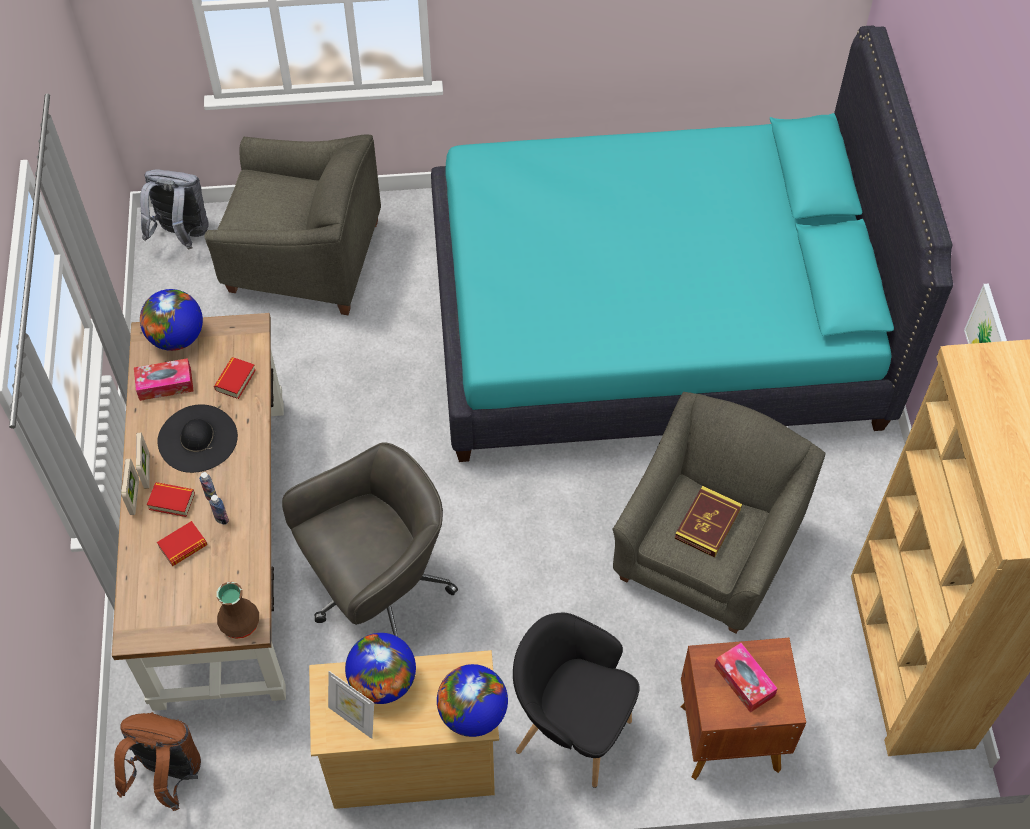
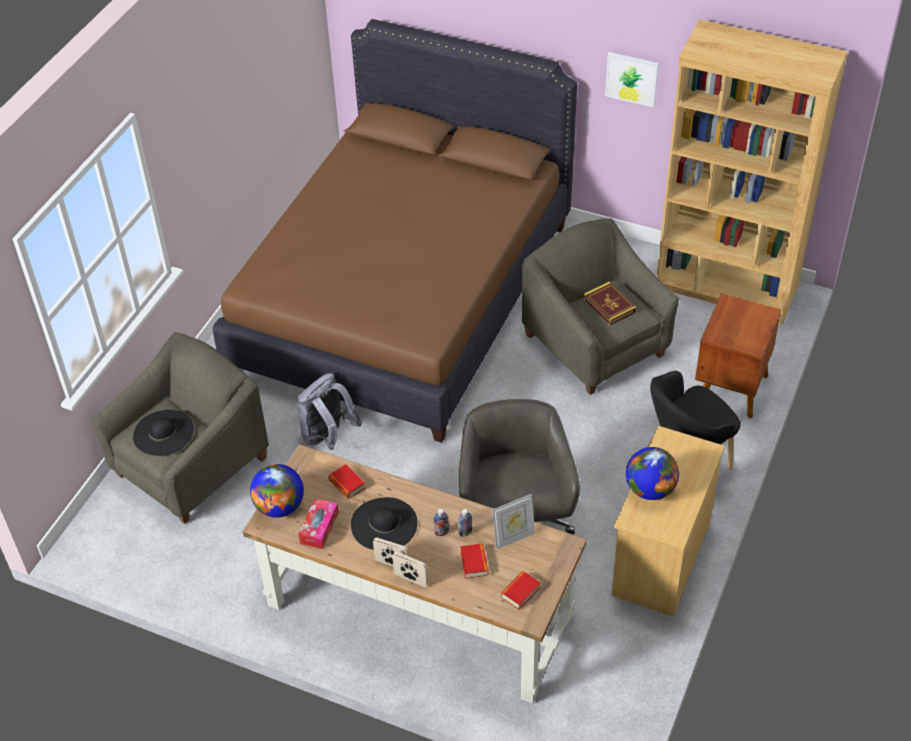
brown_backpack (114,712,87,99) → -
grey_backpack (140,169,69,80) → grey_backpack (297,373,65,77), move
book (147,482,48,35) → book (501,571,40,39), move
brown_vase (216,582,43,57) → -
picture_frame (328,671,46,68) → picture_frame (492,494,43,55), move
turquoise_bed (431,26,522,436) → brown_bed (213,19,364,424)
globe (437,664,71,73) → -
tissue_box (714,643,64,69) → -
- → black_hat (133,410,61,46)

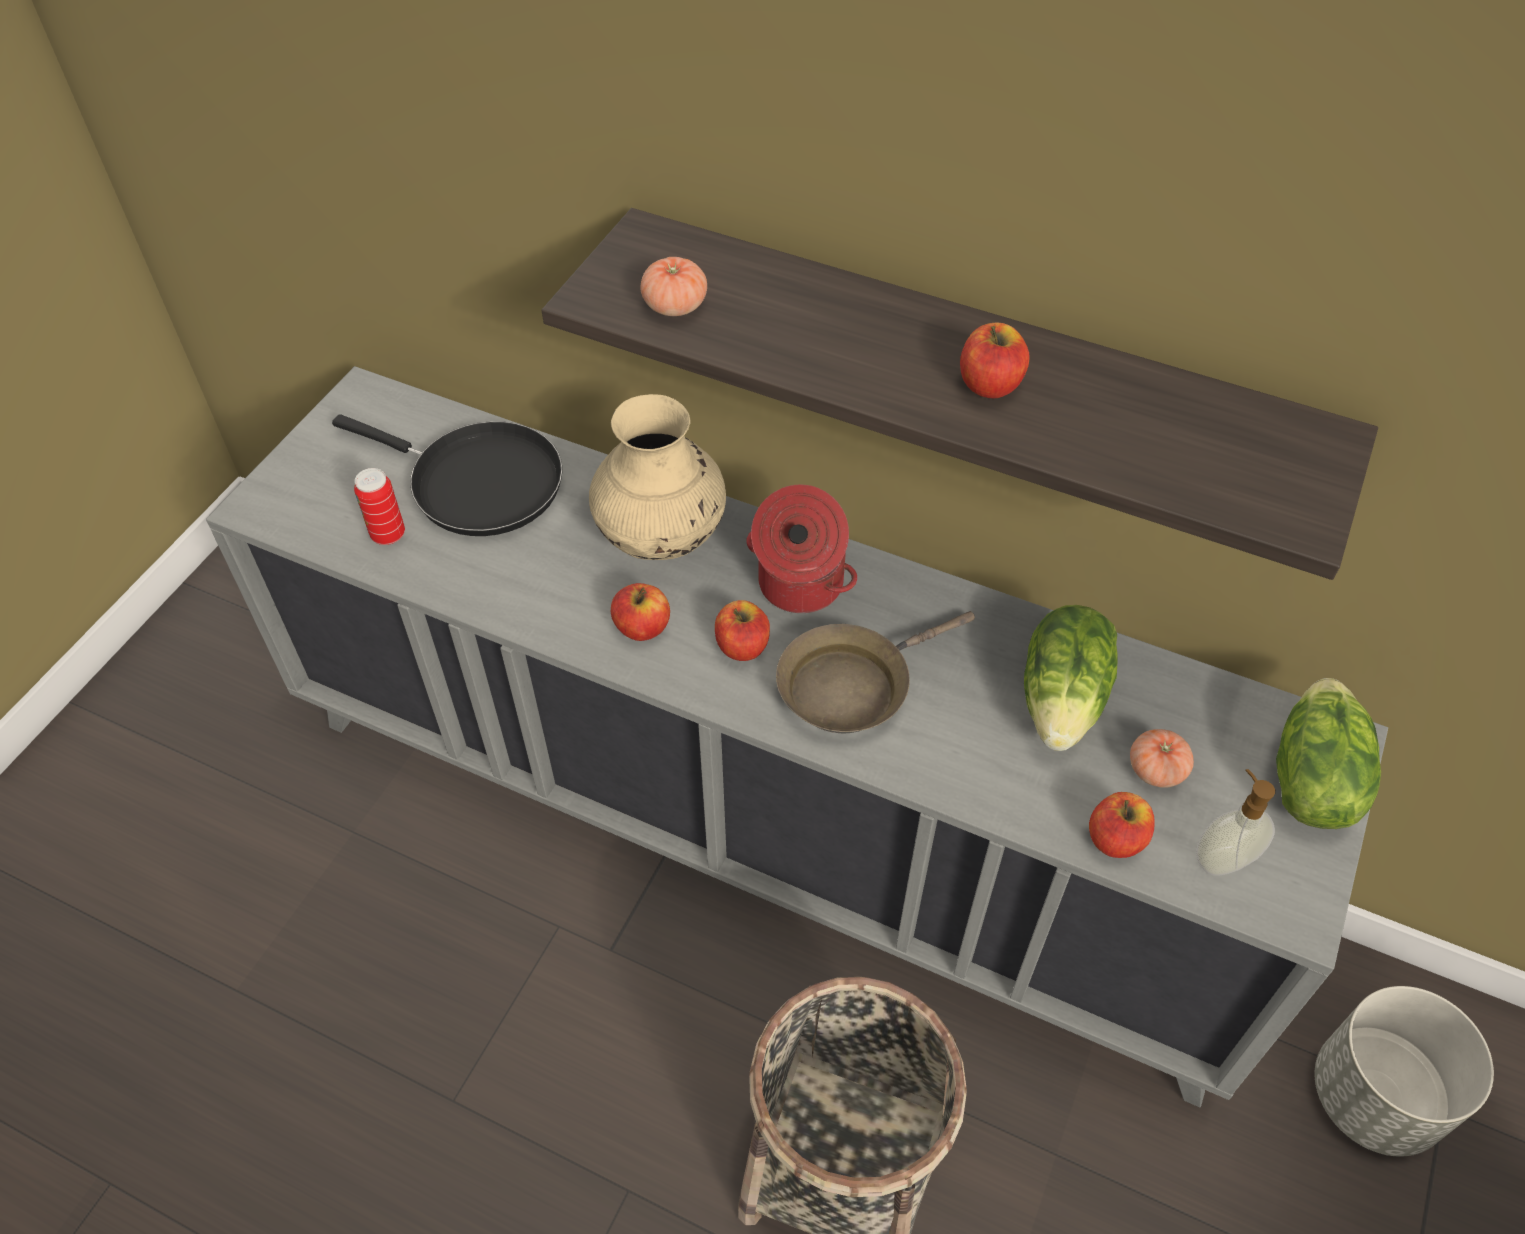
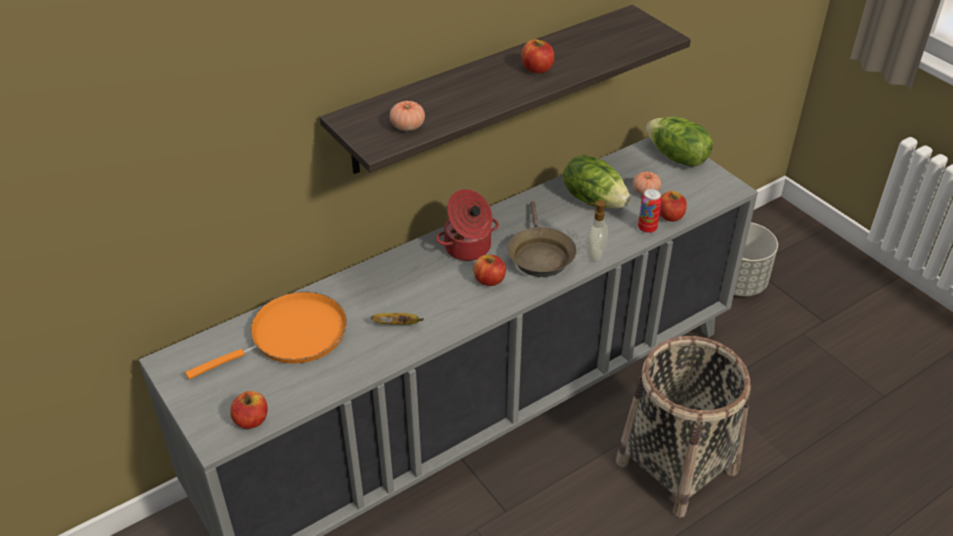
black_frying_pan (332,414,231,122) → orange_frying_pan (185,292,162,87)
can (354,468,51,77) → can (638,189,24,44), move
beige_vase (589,394,137,166) → -
apple (611,583,59,58) → apple (230,391,38,38), move
soap_dispenser (1196,769,79,107) → soap_dispenser (586,200,22,62), move
- → banana (371,313,53,12)

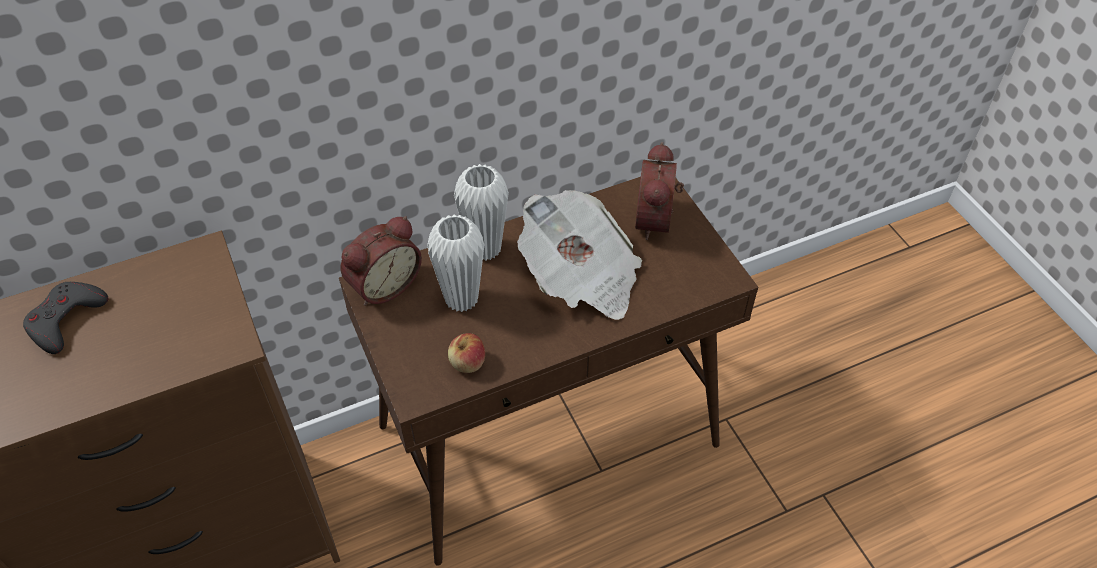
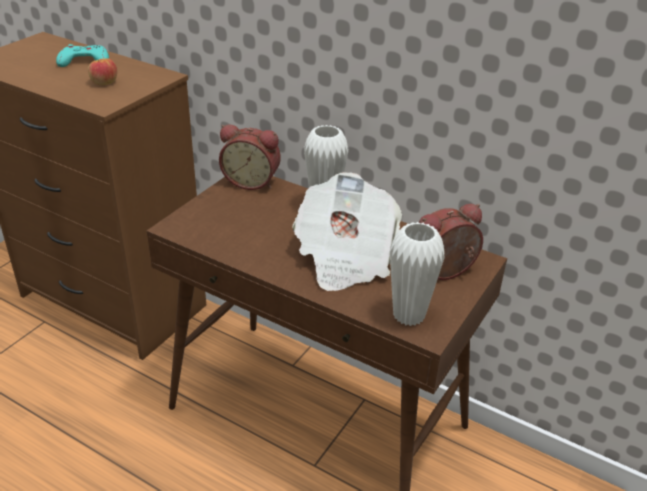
grey_game_controller (23,282,86,72) → turquoise_game_controller (56,44,53,23)
white_vase (427,214,57,98) → white_vase (390,222,55,104), move
apple (448,333,37,40) → apple (88,58,29,27), move

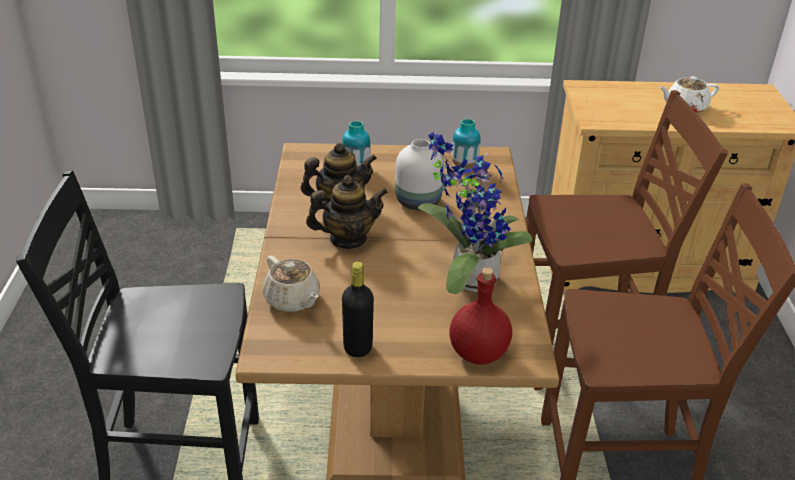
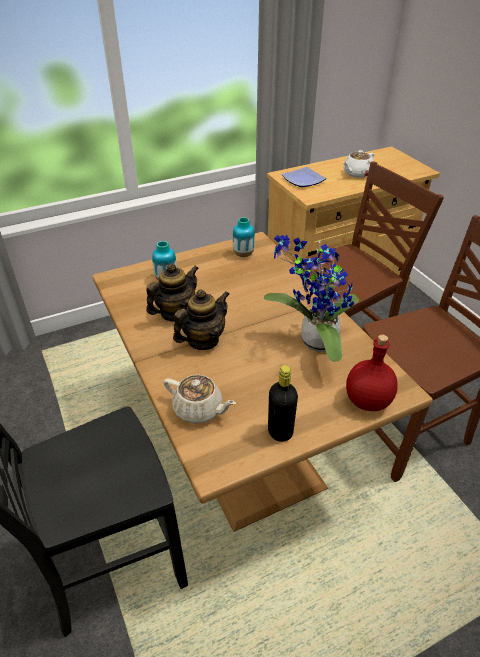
white_vase (395,139,49,71) → -
- → plate (282,167,44,20)

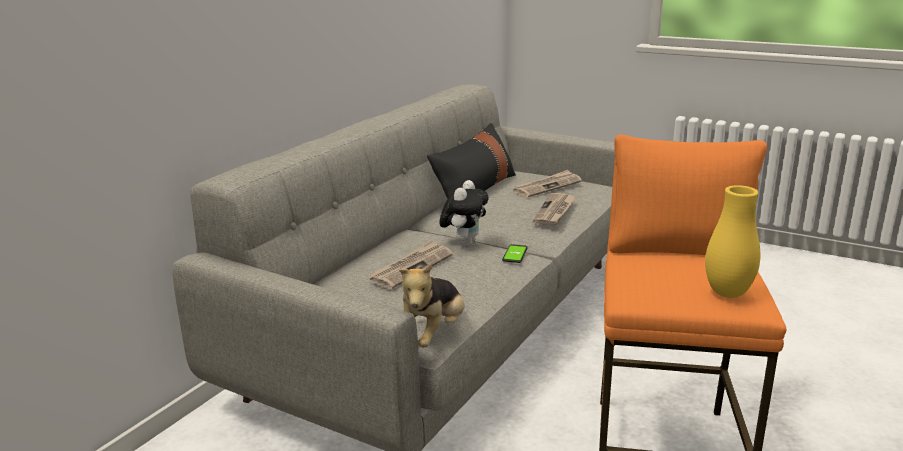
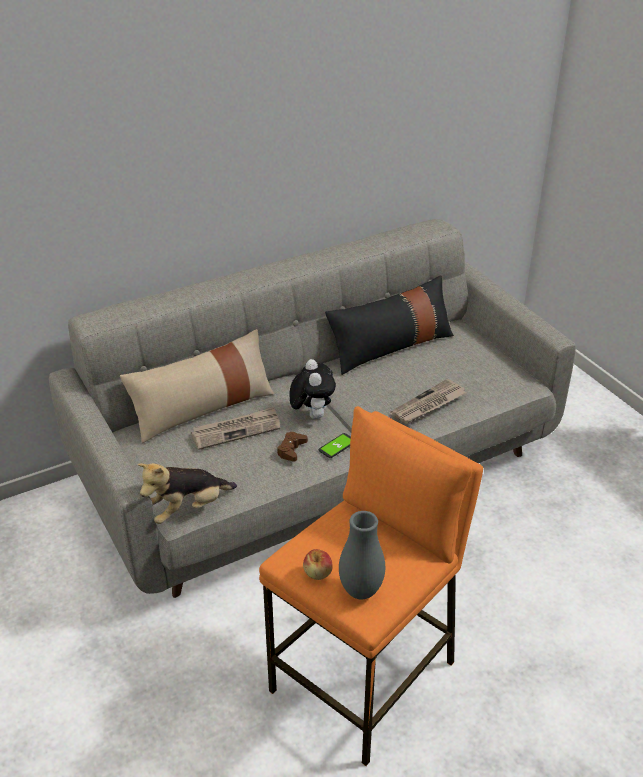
plush_toy (440,180,49,66) → plush_toy (290,359,46,60), 60 degrees counterclockwise
newspaper (513,170,69,27) → -
yellow_vase (705,185,55,113) → grey_vase (339,511,46,88)
- → beige_pillow (120,329,154,114)
- → brown_game_controller (277,432,31,29)
- → apple (303,549,30,31)

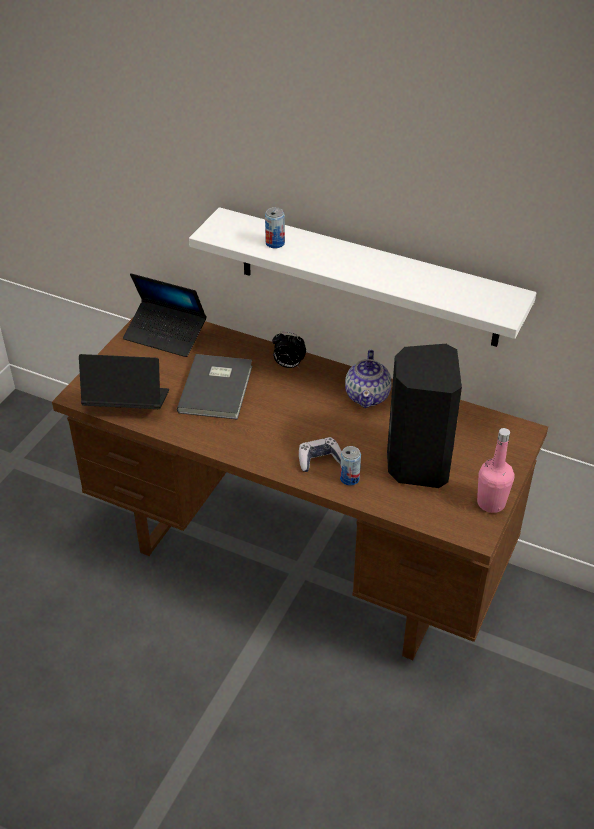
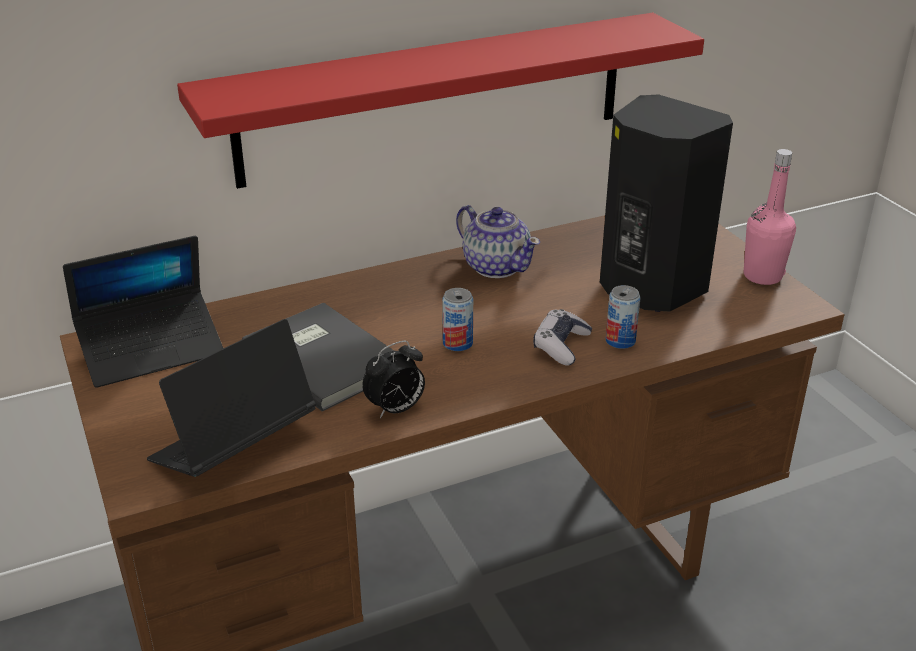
white_shelf (189,207,347,140) → red_shelf (177,13,527,176)
can (265,207,20,41) → can (442,288,31,63), move
alarm_clock (272,331,34,38) → alarm_clock (362,341,63,77), move

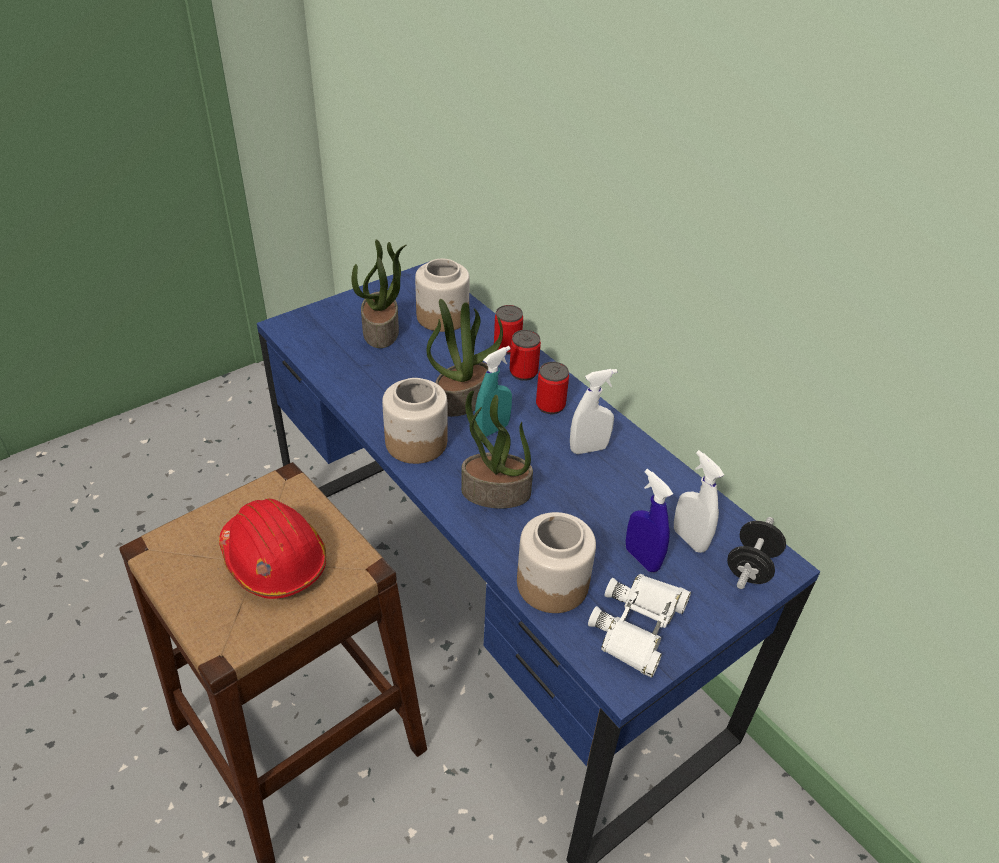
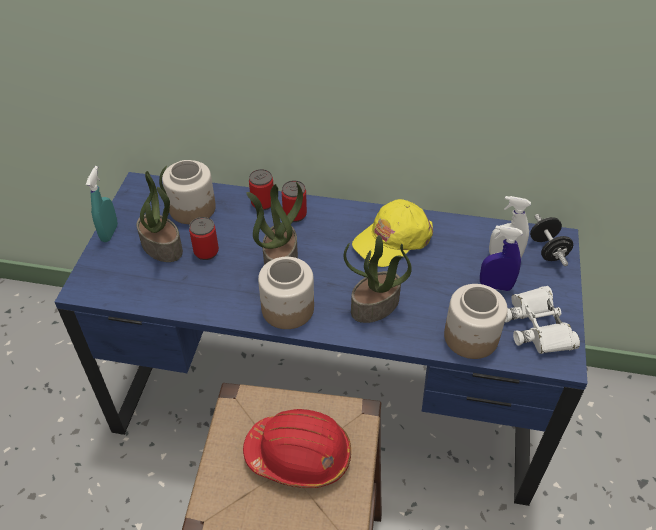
turquoise_spray_bottle (475,346,37,91) → turquoise_spray_bottle (86,166,32,76), move
can (536,362,33,52) → can (189,217,30,43), move
white_spray_bottle (570,369,47,85) → yellow_cap (352,199,81,68)

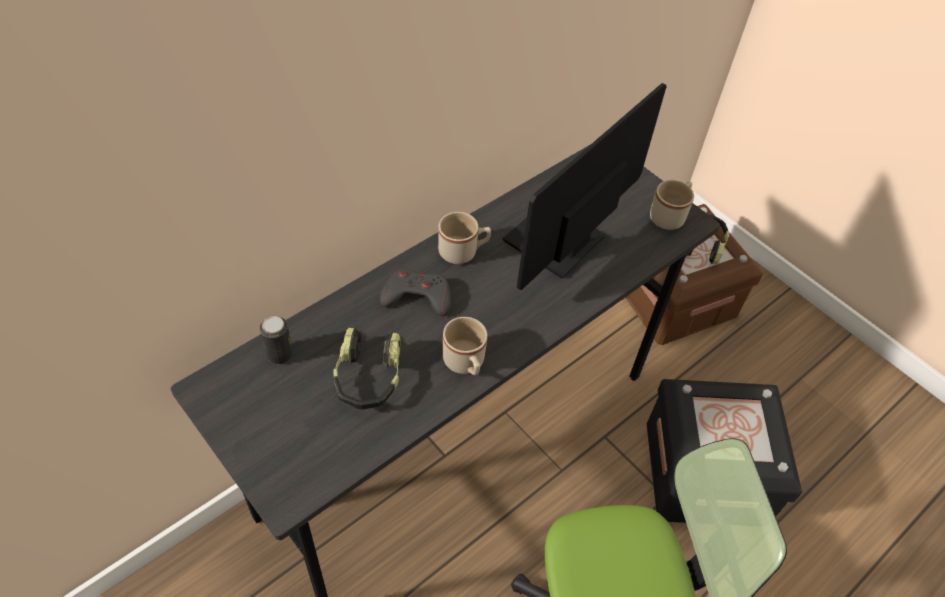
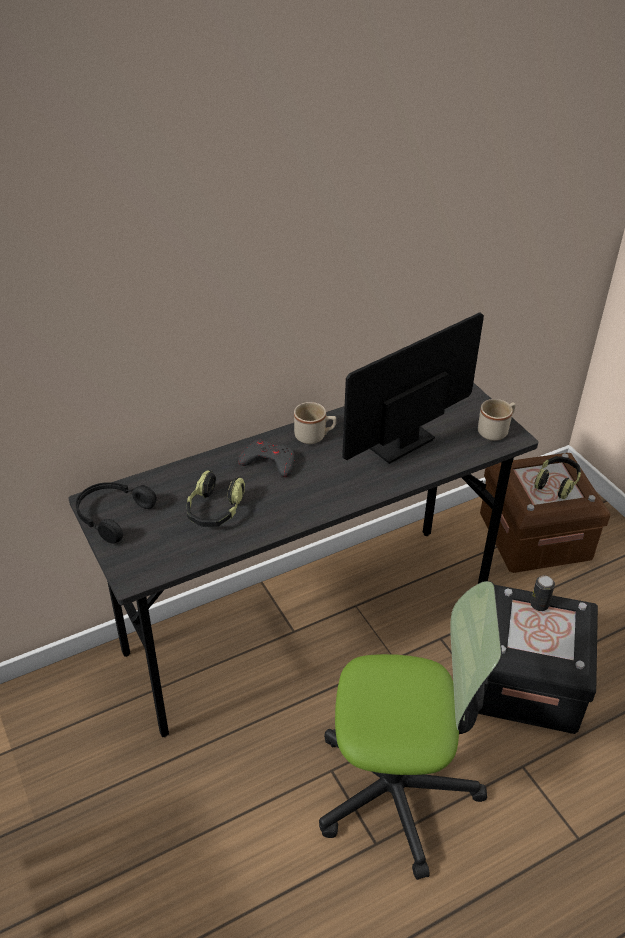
can (260,316,33,48) → can (530,575,25,36), move
beige_mug (443,317,45,58) → -
- → black_headphones (76,482,81,62)

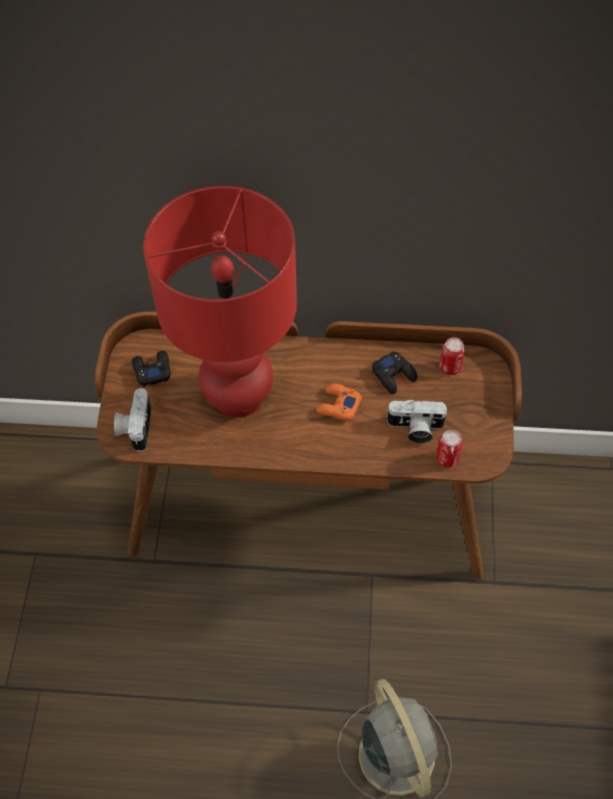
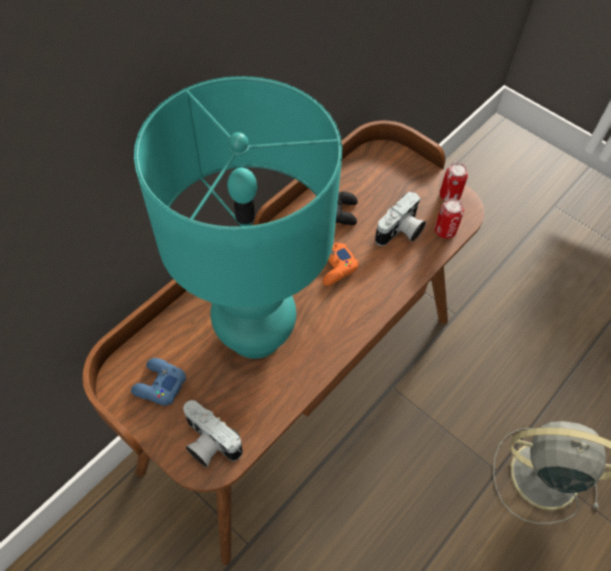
black_game_controller (132,351,39,35) → blue_game_controller (131,358,55,48)
red_table_lamp (143,186,154,232) → turquoise_table_lamp (134,76,208,283)
can (440,337,25,38) → can (440,163,28,38), move

